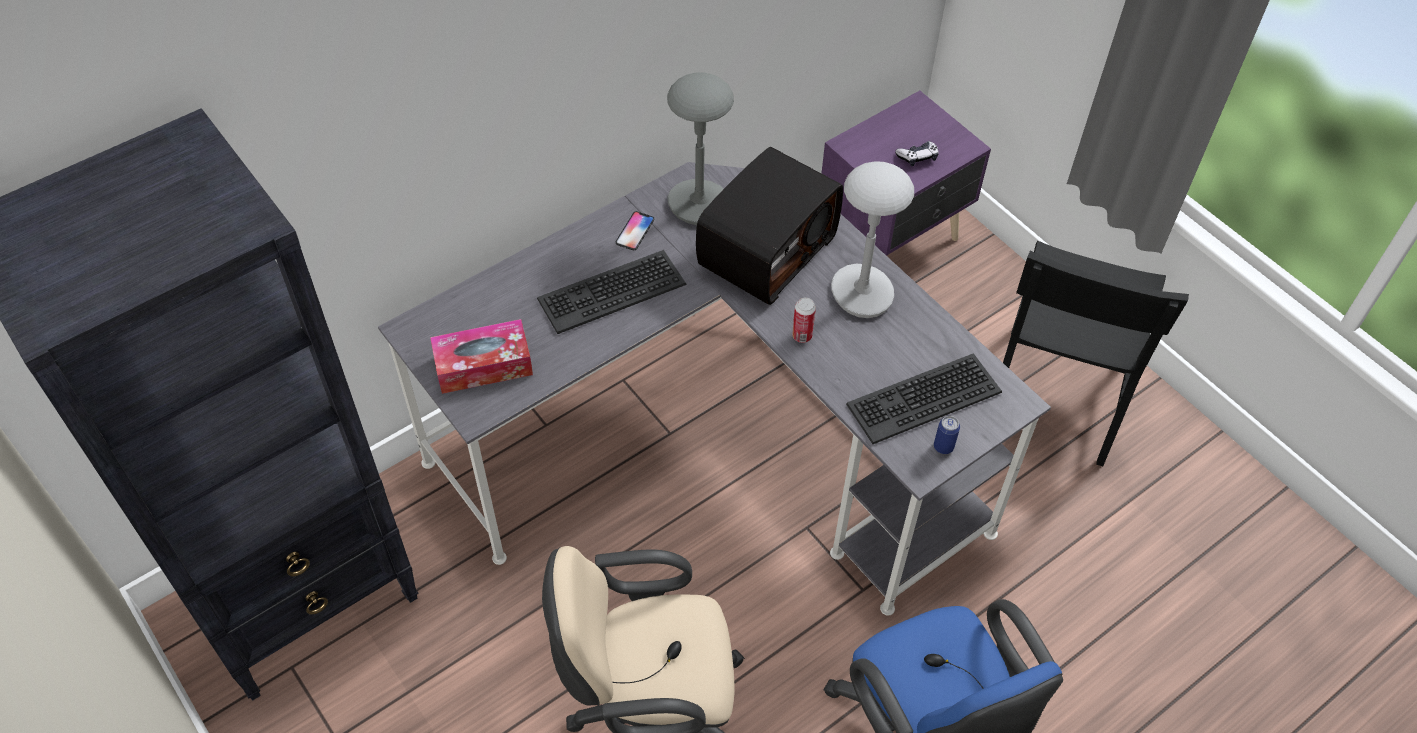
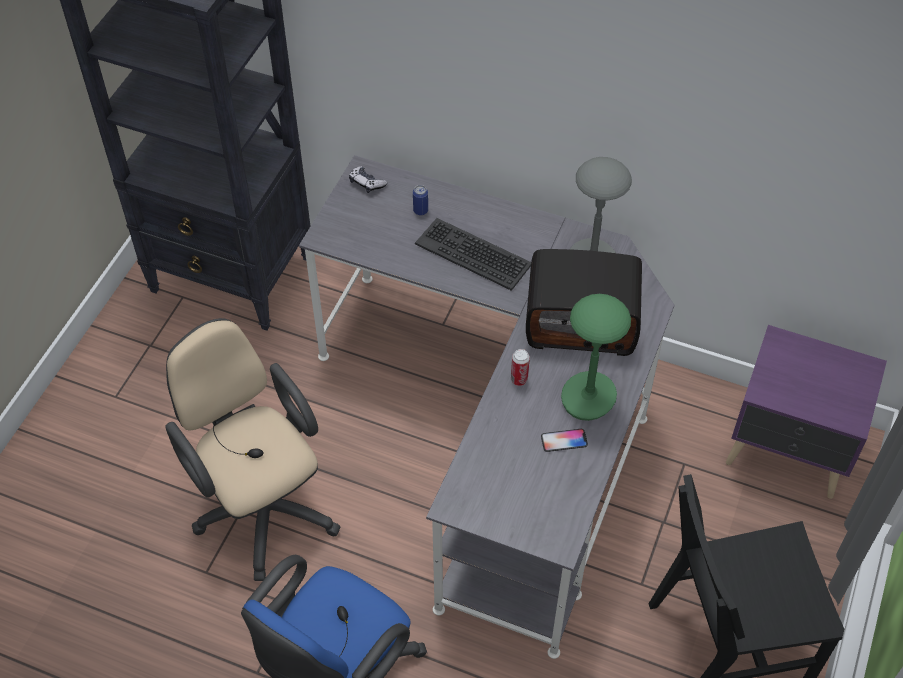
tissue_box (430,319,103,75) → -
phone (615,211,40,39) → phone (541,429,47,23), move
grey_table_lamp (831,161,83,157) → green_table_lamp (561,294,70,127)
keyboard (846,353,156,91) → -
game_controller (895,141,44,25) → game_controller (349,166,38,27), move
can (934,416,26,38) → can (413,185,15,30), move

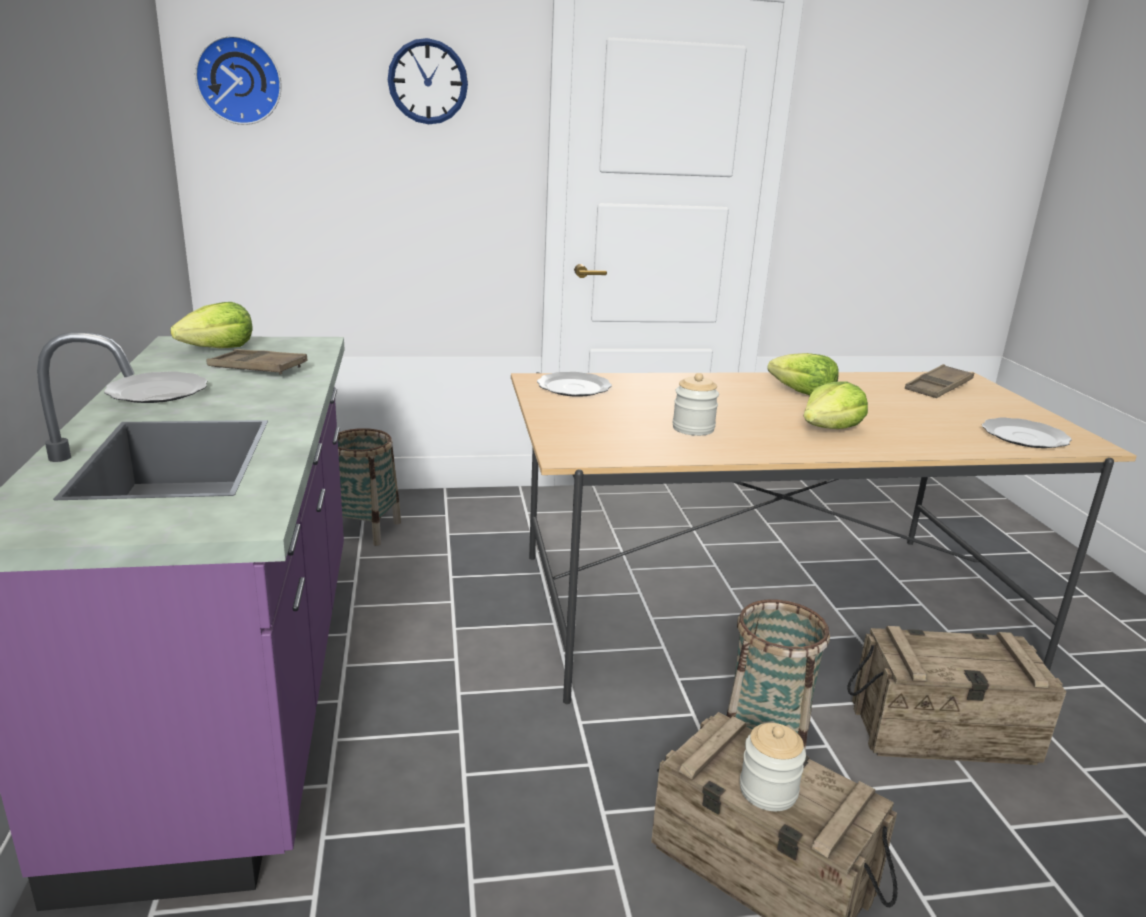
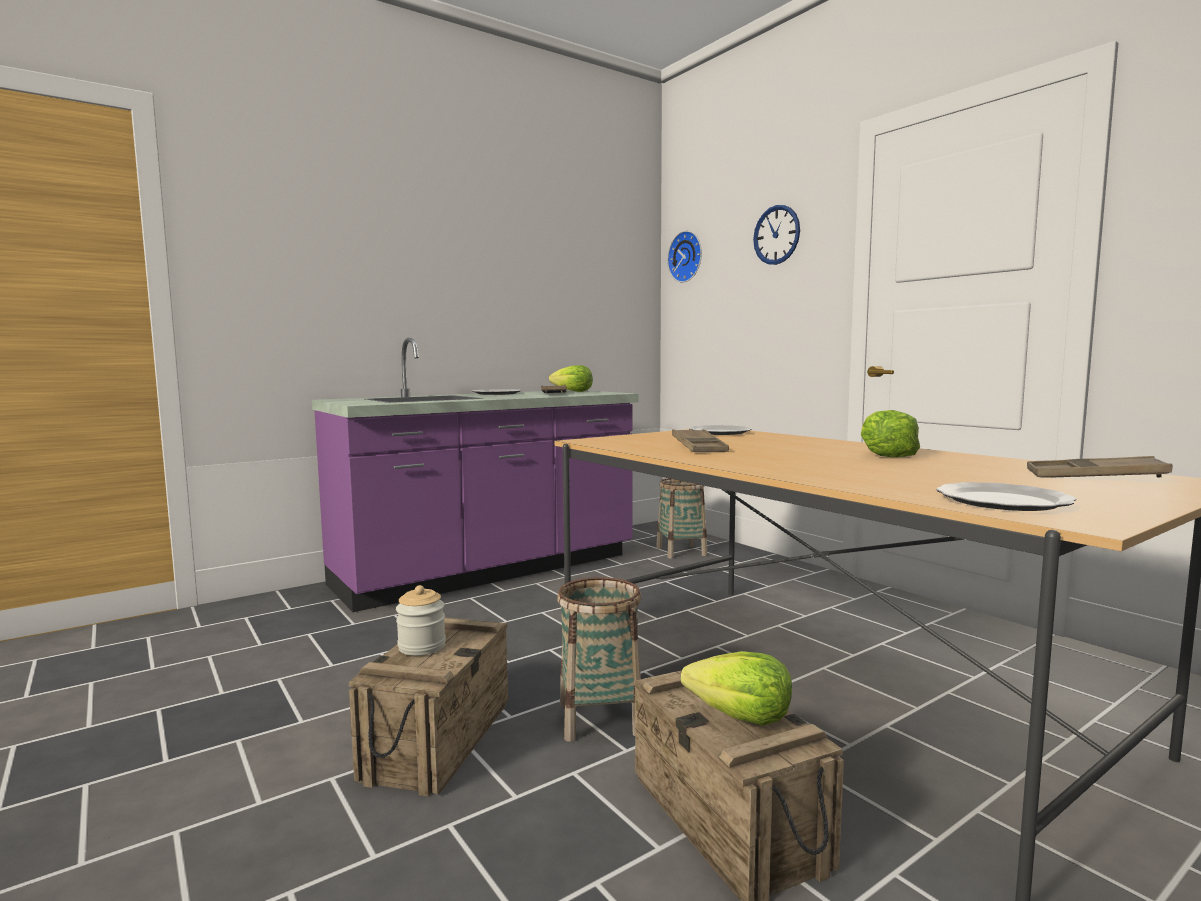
jar (672,373,47,63) → brown_tray (672,429,57,23)
lettuce (804,381,64,48) → lettuce (681,651,111,75), move

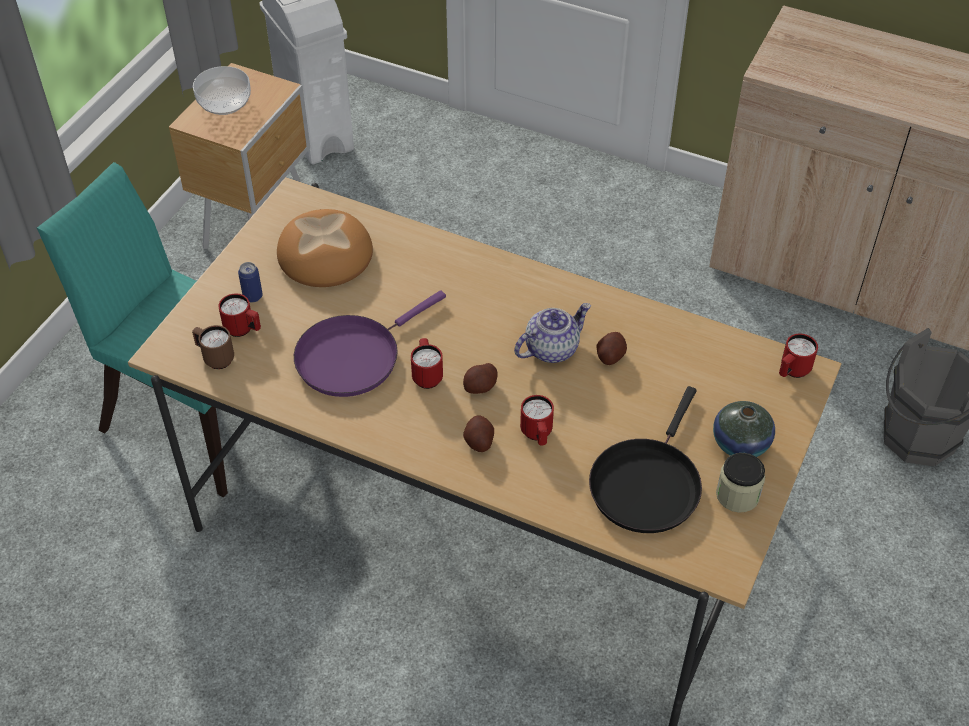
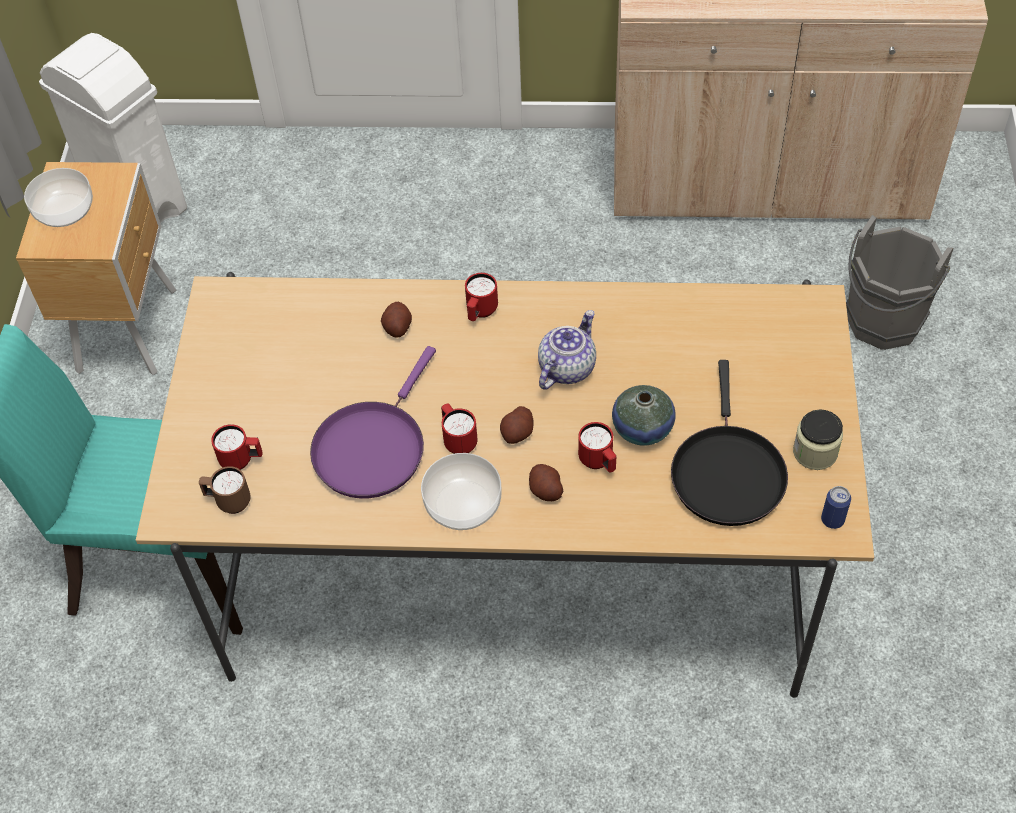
can (238,262,25,40) → can (821,486,30,43), move
bread (277,209,96,78) → -
potato (597,332,30,33) → potato (381,302,31,36), move
vase (713,401,62,56) → vase (612,385,63,61), move
red_mug (779,334,39,44) → red_mug (465,273,33,48), move
- → bowl (421,453,80,77)

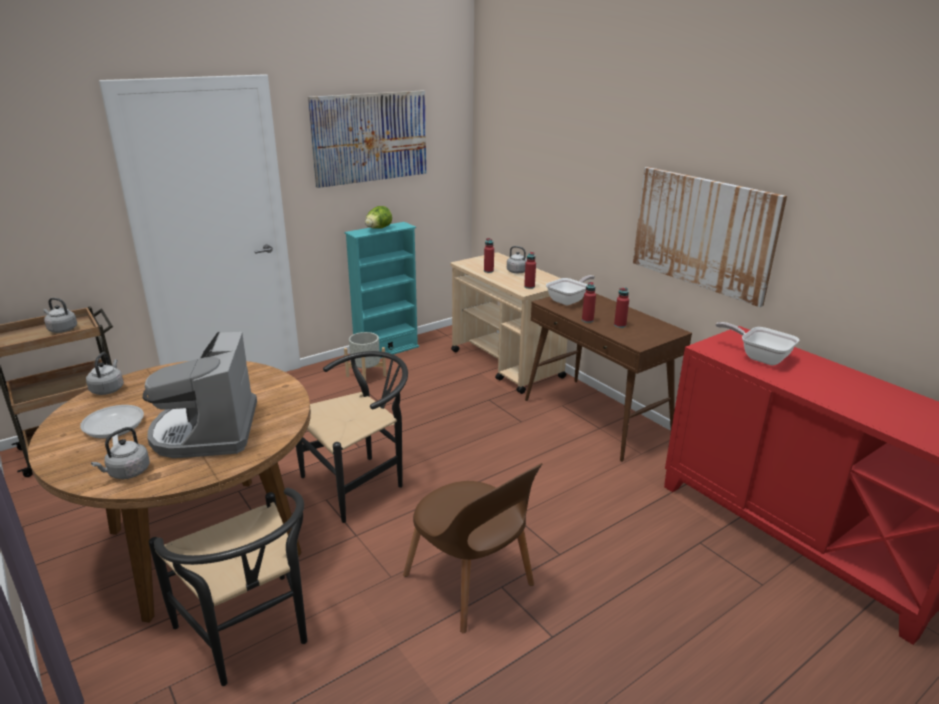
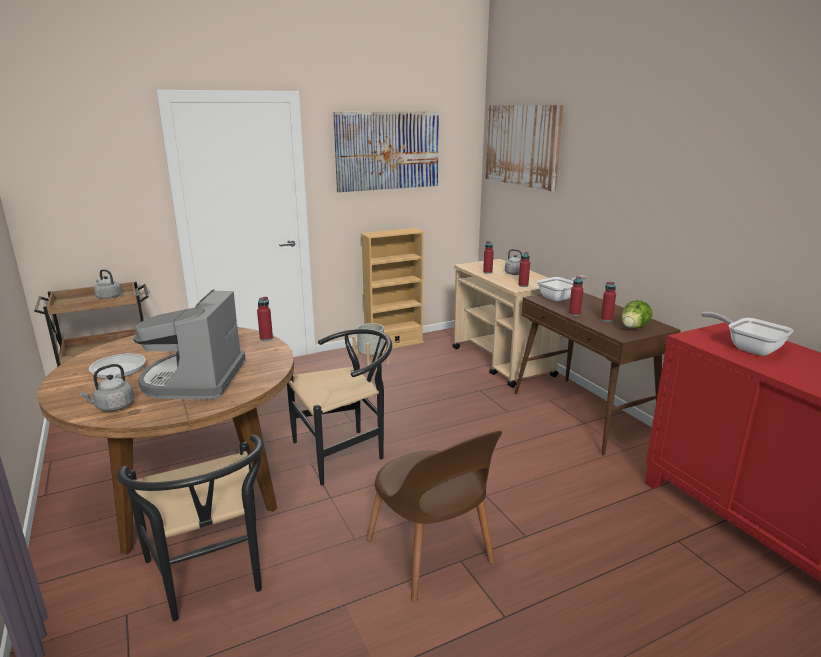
grey_kettle (86,352,38,43) → -
turquoise_bookcase (345,222,74,136) → beige_bookcase (361,228,64,122)
lettuce (365,206,27,23) → lettuce (621,300,32,29), move
picture (633,167,154,140) → picture (485,105,78,86), move
- → red_bottle (257,297,16,44)

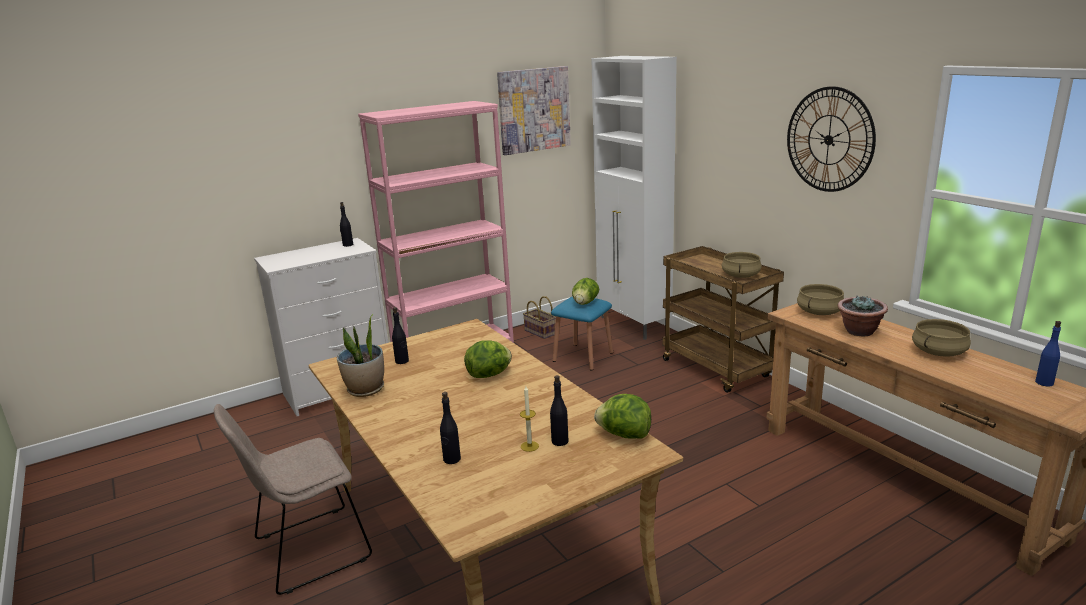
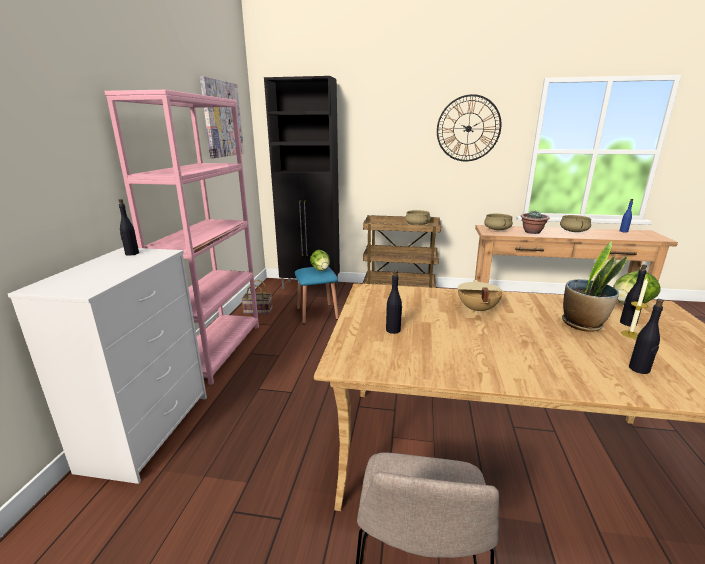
potted_plant (337,314,47,83) → potted_plant (562,241,66,91), move
lettuce (464,340,48,38) → beige_cooking_pot (458,280,45,34)
white_cabinet (591,56,86,284) → black_cabinet (264,76,76,213)

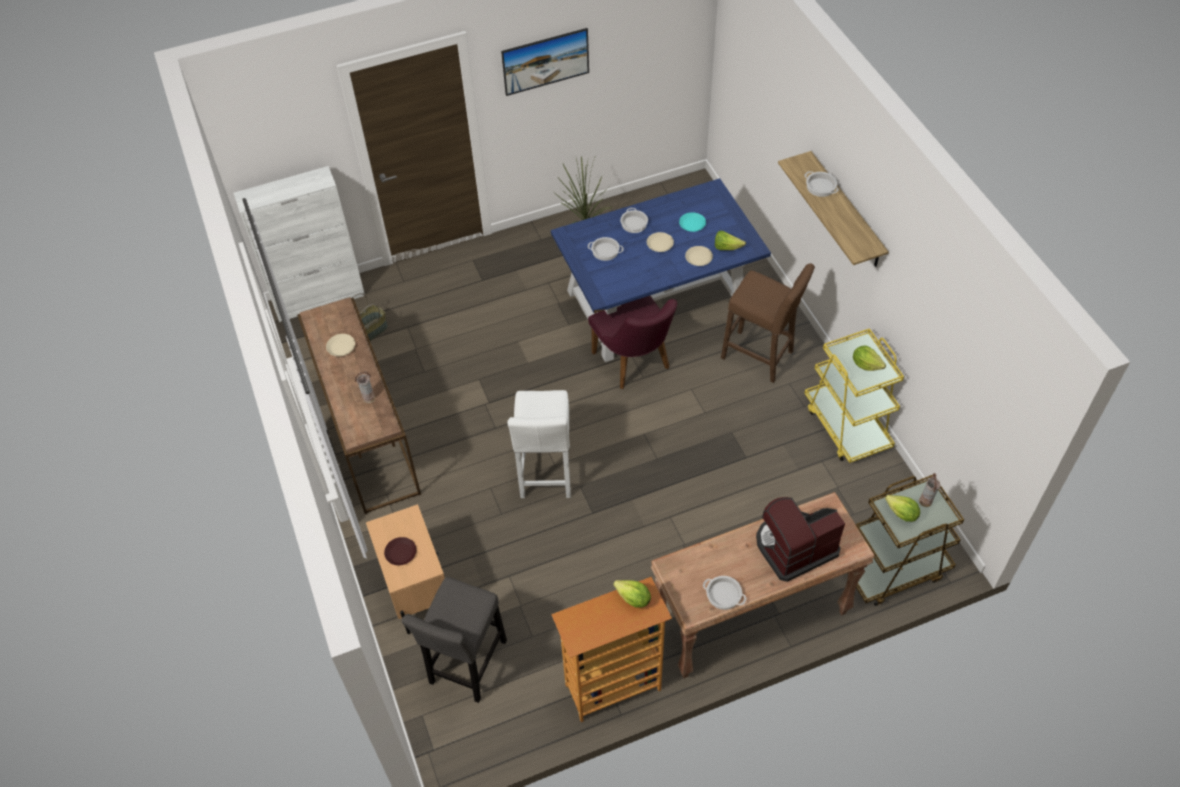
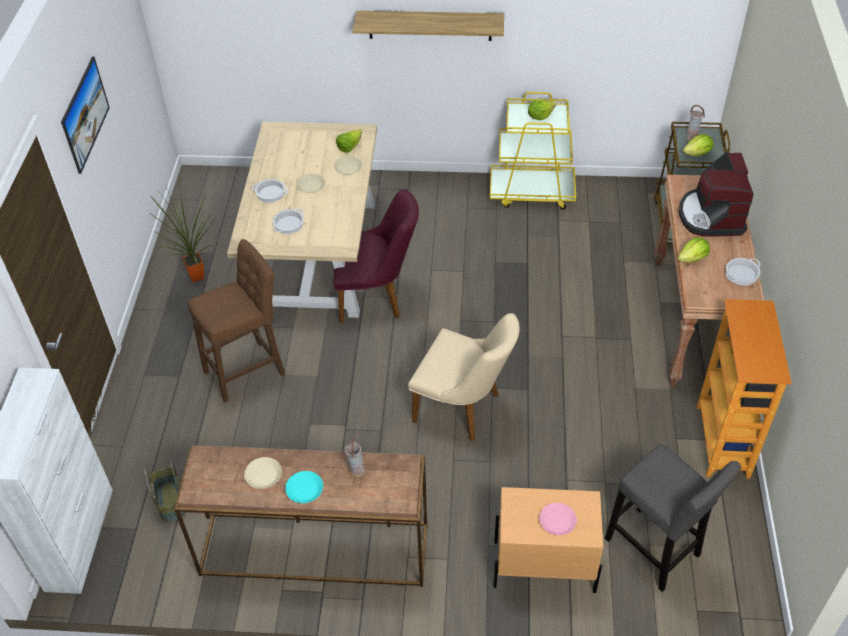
brown_plate (384,537,32,28) → pink_plate (539,503,38,32)
white_stool (507,390,64,108) → beige_chair (408,313,112,128)
blue_dining_table (551,178,220,184) → beige_dining_table (227,122,150,196)
lettuce (613,580,38,28) → lettuce (677,237,33,26), move
turquoise_plate (679,212,27,20) → turquoise_plate (285,471,38,32), move
brown_stool (721,263,94,120) → brown_stool (188,239,97,163), move
cooking_pot (804,171,35,26) → -

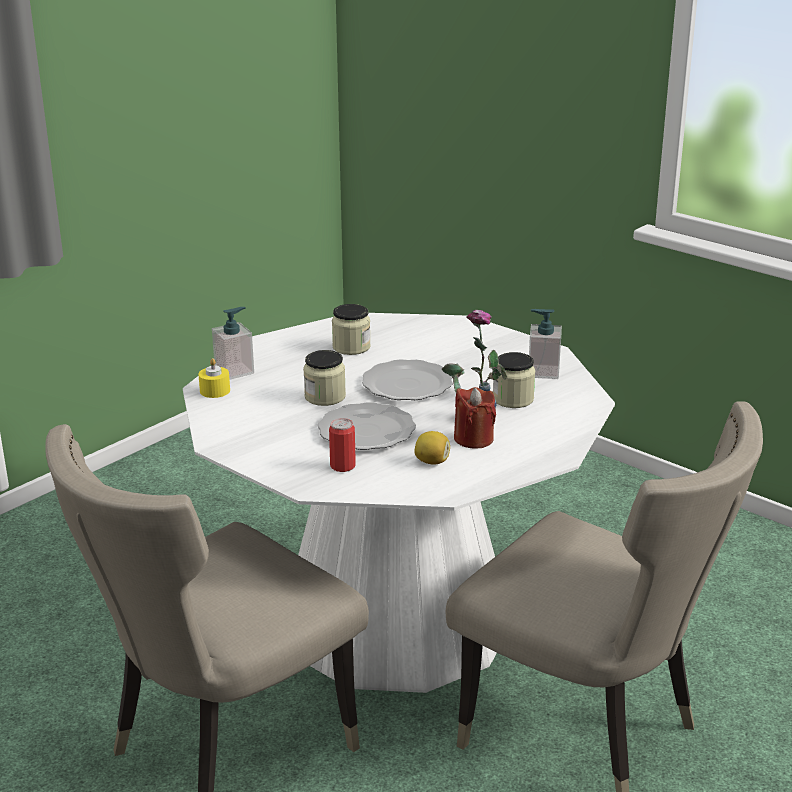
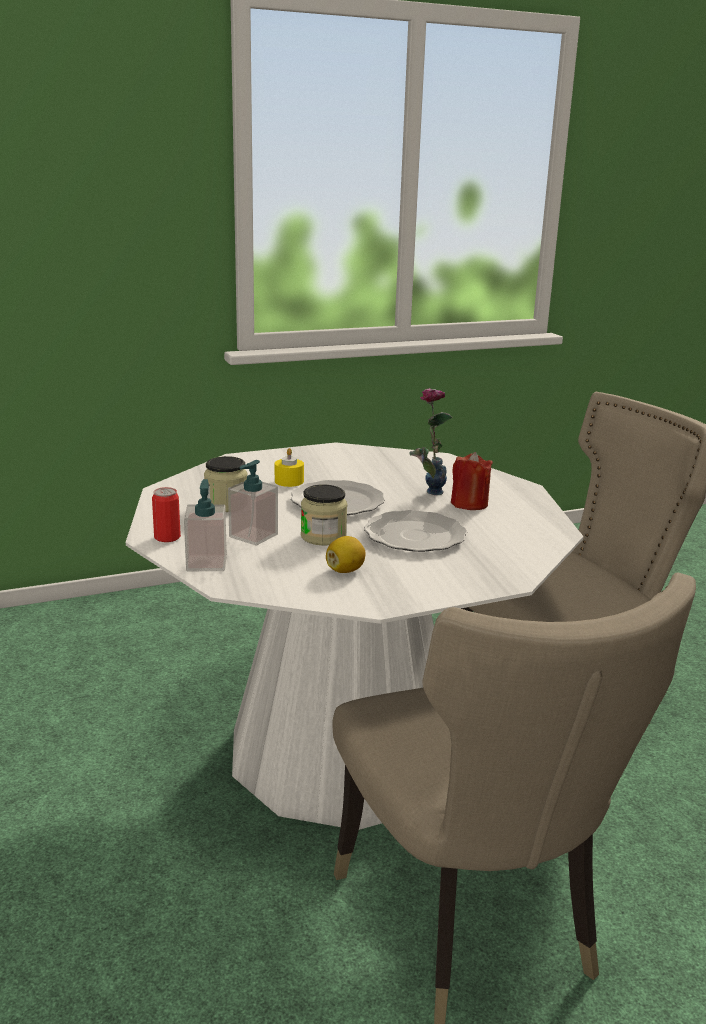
yellow_candle (198,358,32,40) → yellow_candle (275,448,29,39), move
can (329,418,27,54) → can (152,487,29,55), move
lemon (415,431,35,33) → lemon (326,536,40,37), move
jar (493,352,42,56) → -
soap_dispenser (529,309,33,70) → soap_dispenser (228,460,50,85), move

